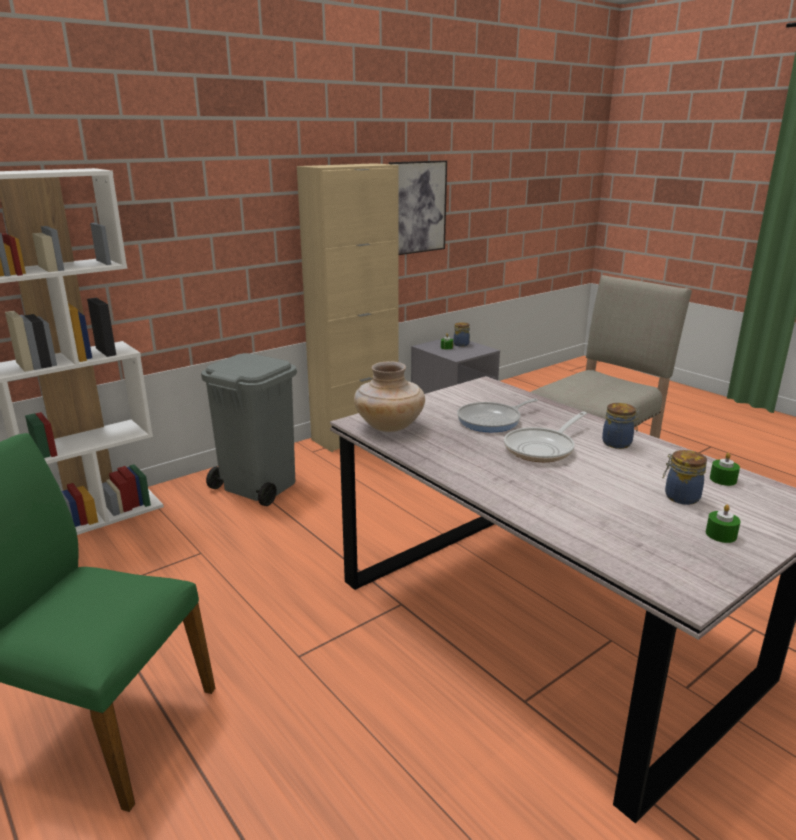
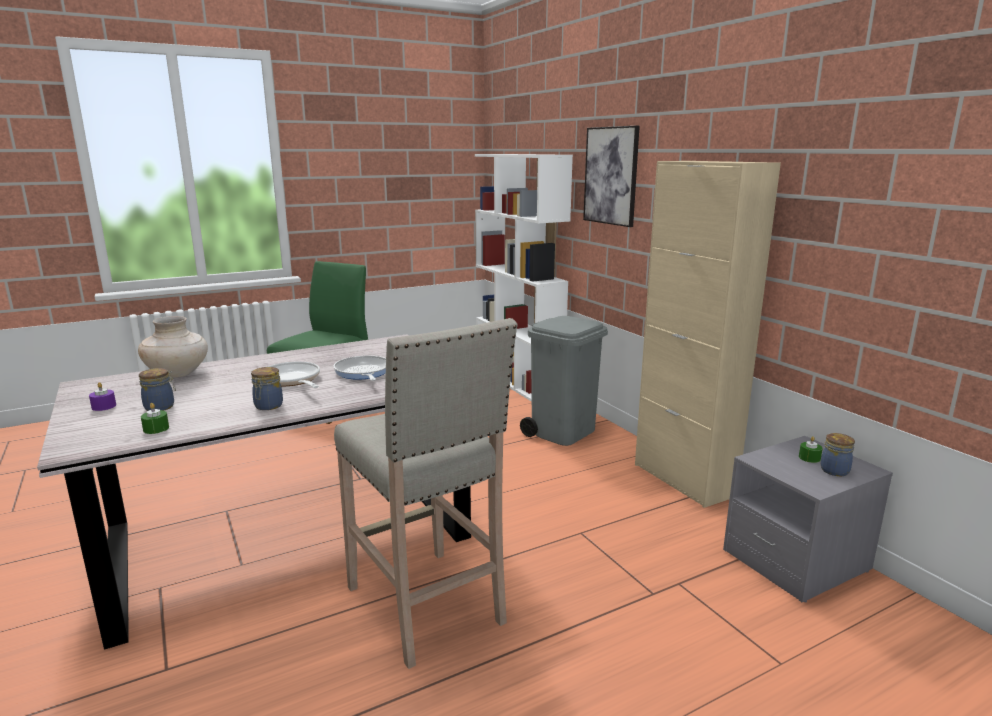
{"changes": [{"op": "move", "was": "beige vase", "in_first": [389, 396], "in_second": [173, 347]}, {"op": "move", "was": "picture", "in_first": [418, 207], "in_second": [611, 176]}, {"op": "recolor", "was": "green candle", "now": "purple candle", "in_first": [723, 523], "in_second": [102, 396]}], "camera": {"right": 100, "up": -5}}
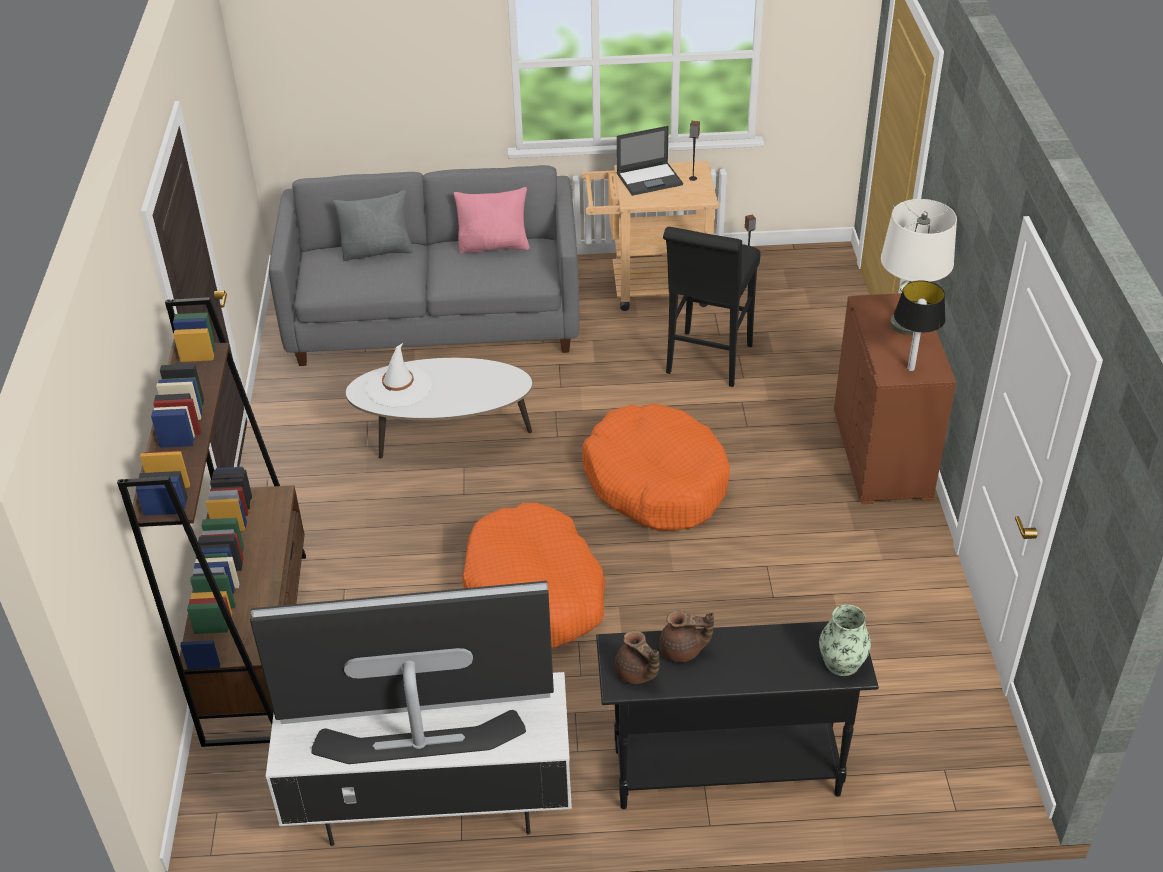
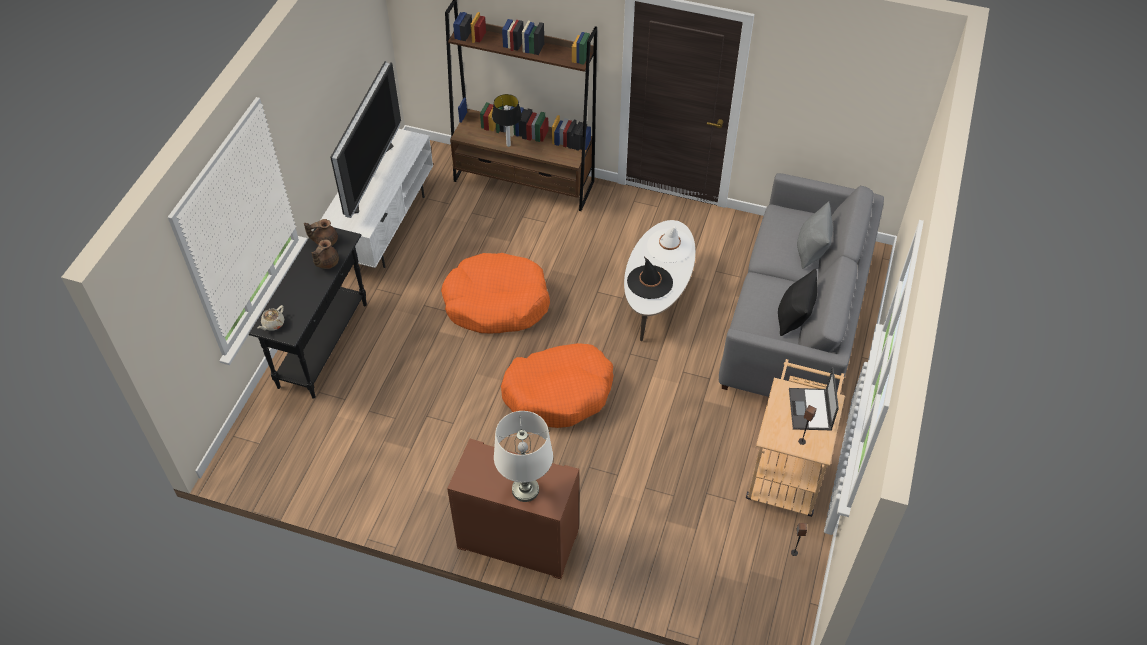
{"changes": [{"op": "delete", "was": "black stool", "in_first": [711, 307]}, {"op": "insert", "now": "black hat", "in_second": [650, 278]}, {"op": "move", "was": "table lamp", "in_first": [920, 325], "in_second": [507, 120]}, {"op": "replace", "was": "vase", "now": "beige teapot", "in_first": [845, 640], "in_second": [271, 318]}, {"op": "recolor", "was": "pink pillow", "now": "black pillow", "in_first": [491, 220], "in_second": [797, 302]}], "camera": {"right": 110, "up": 10}}
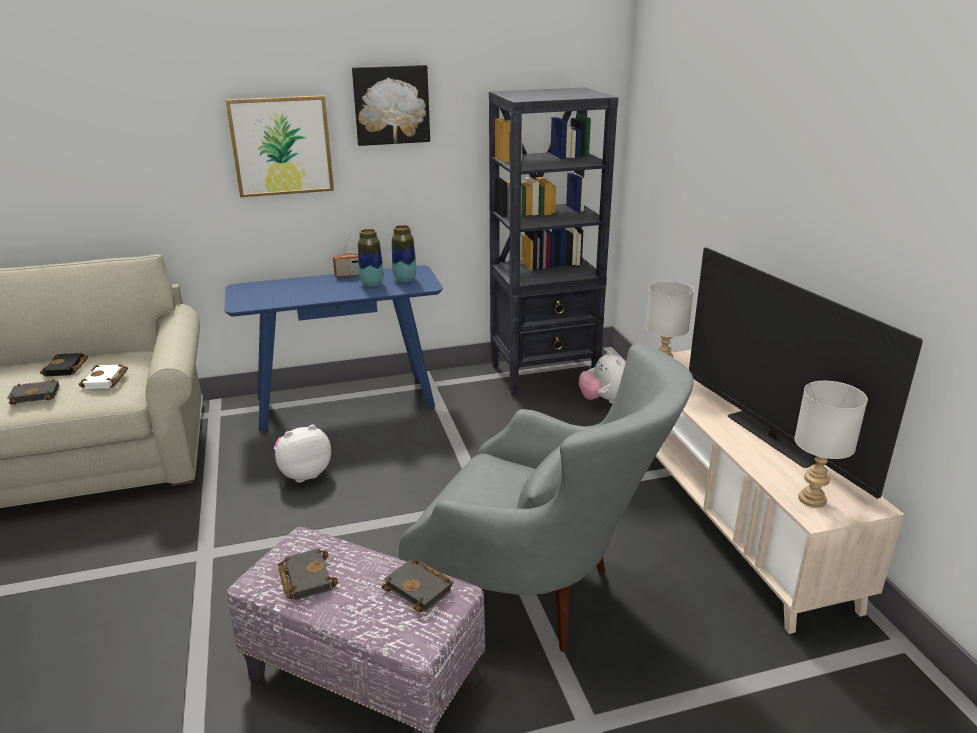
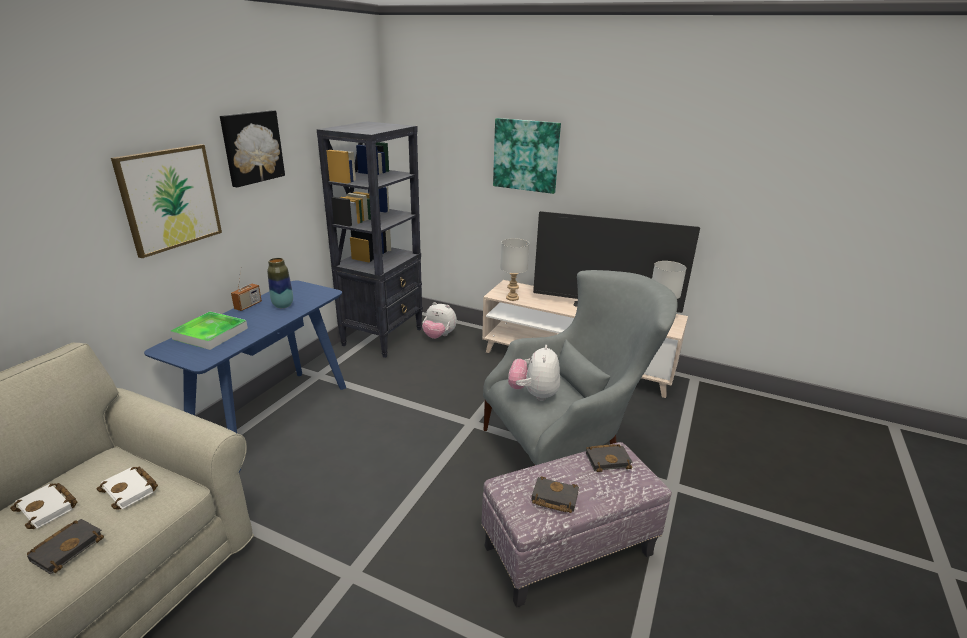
{"changes": [{"op": "delete", "was": "vase", "in_first": [404, 253]}, {"op": "insert", "now": "tray", "in_second": [209, 330]}, {"op": "insert", "now": "picture", "in_second": [527, 156]}, {"op": "move", "was": "plush toy", "in_first": [302, 454], "in_second": [534, 373]}, {"op": "recolor", "was": "black book", "now": "white book", "in_first": [64, 364], "in_second": [44, 506]}], "camera": {"right": -50, "up": 0}}
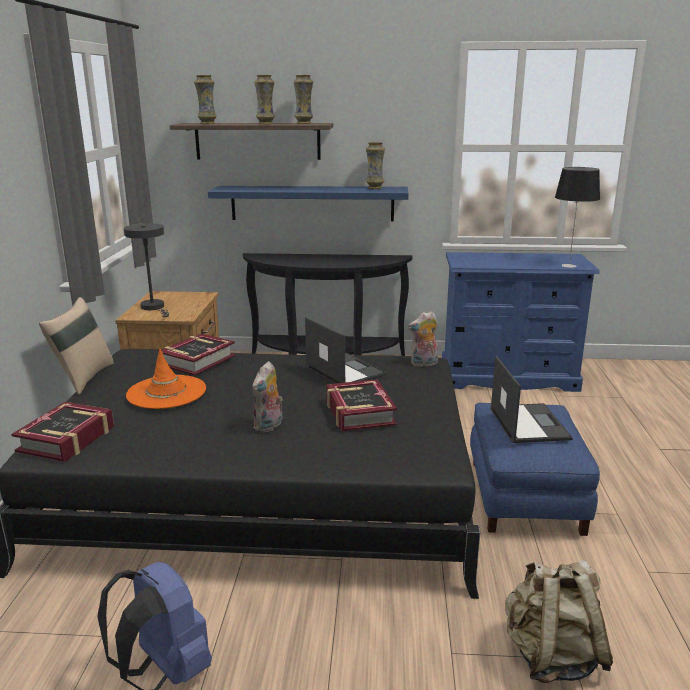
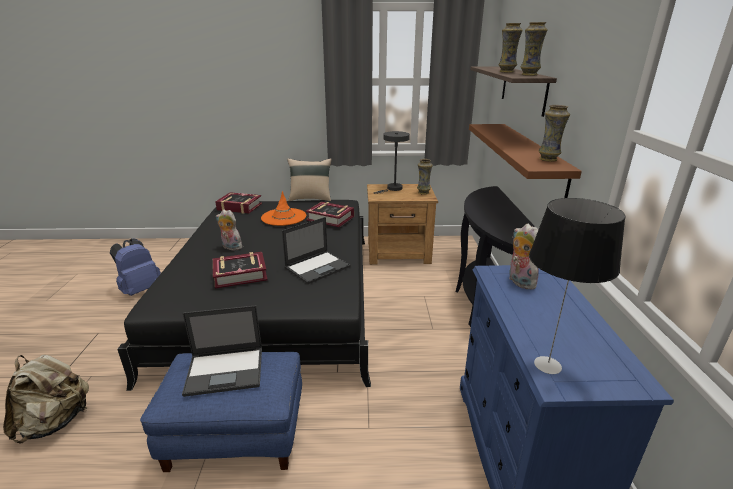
{"changes": [{"op": "move", "was": "vase", "in_first": [205, 99], "in_second": [425, 177]}, {"op": "move", "was": "plush toy", "in_first": [423, 339], "in_second": [524, 257]}, {"op": "recolor", "was": "blue shelf", "now": "brown shelf", "in_first": [308, 203], "in_second": [525, 161]}], "camera": {"right": 85, "up": 5}}
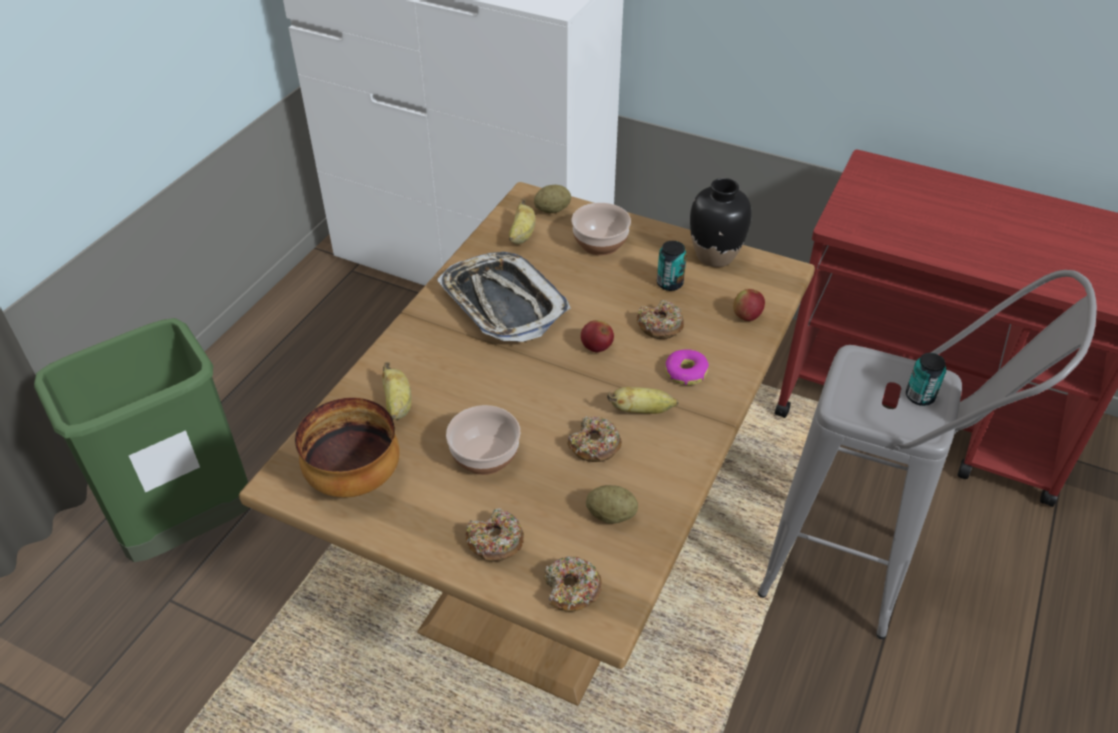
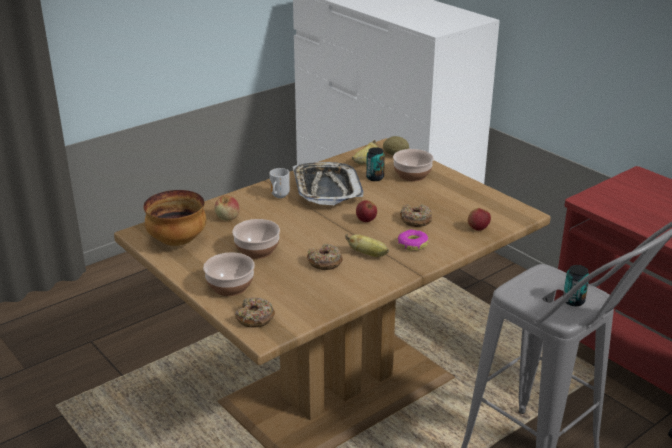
{"changes": [{"op": "delete", "was": "green trash can", "in_first": [141, 440]}, {"op": "delete", "was": "potato", "in_first": [612, 504]}, {"op": "delete", "was": "black vase", "in_first": [721, 222]}, {"op": "insert", "now": "mug", "in_second": [279, 183]}, {"op": "move", "was": "can", "in_first": [672, 266], "in_second": [375, 164]}, {"op": "replace", "was": "banana", "now": "apple", "in_first": [397, 391], "in_second": [227, 207]}, {"op": "replace", "was": "donut", "now": "bowl", "in_first": [495, 534], "in_second": [229, 274]}], "camera": {"right": 25, "up": -15}}
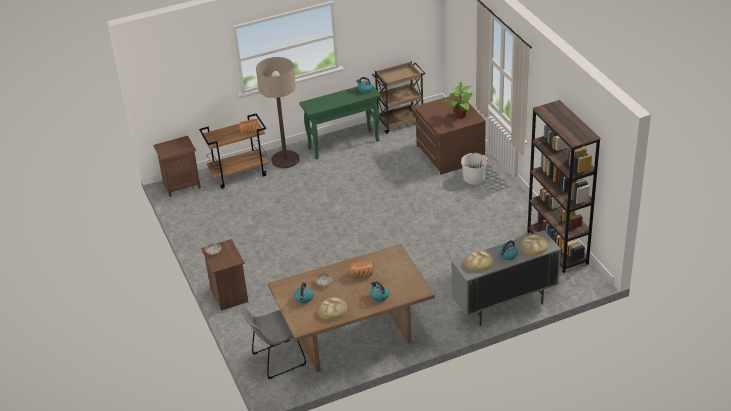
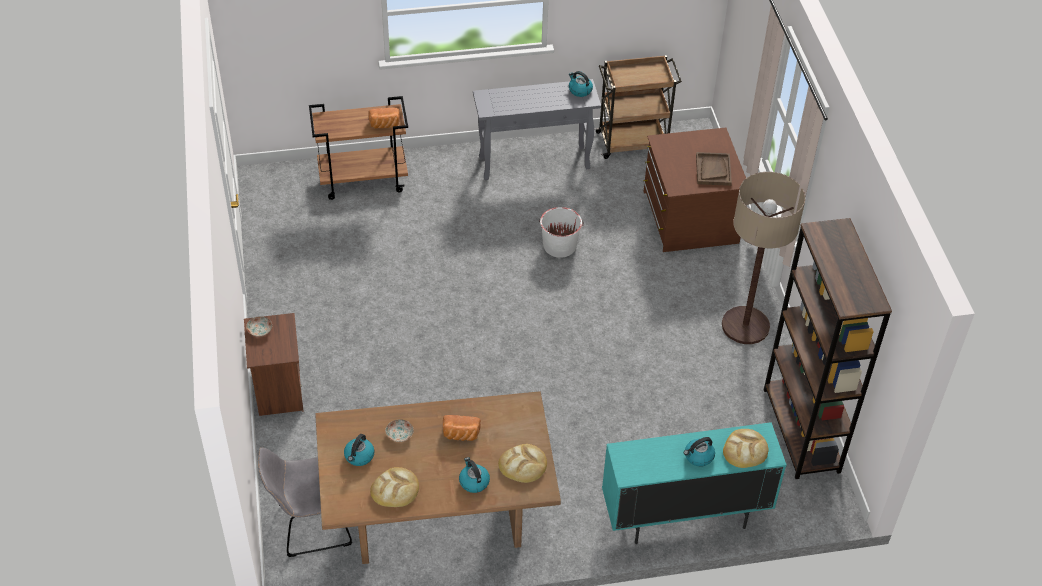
{"changes": [{"op": "delete", "was": "brown nightstand", "in_first": [177, 166]}, {"op": "move", "was": "floor lamp", "in_first": [278, 112], "in_second": [764, 258]}, {"op": "move", "was": "white bucket", "in_first": [474, 169], "in_second": [561, 232]}, {"op": "move", "was": "bread", "in_first": [479, 261], "in_second": [522, 463]}, {"op": "replace", "was": "potted plant", "now": "brown tray", "in_first": [458, 100], "in_second": [714, 169]}, {"op": "recolor", "was": "green console table", "now": "grey console table", "in_first": [340, 122], "in_second": [537, 129]}, {"op": "recolor", "was": "grey cabinet", "now": "turquoise cabinet", "in_first": [506, 278], "in_second": [694, 483]}], "camera": {"right": 10, "up": 10}}
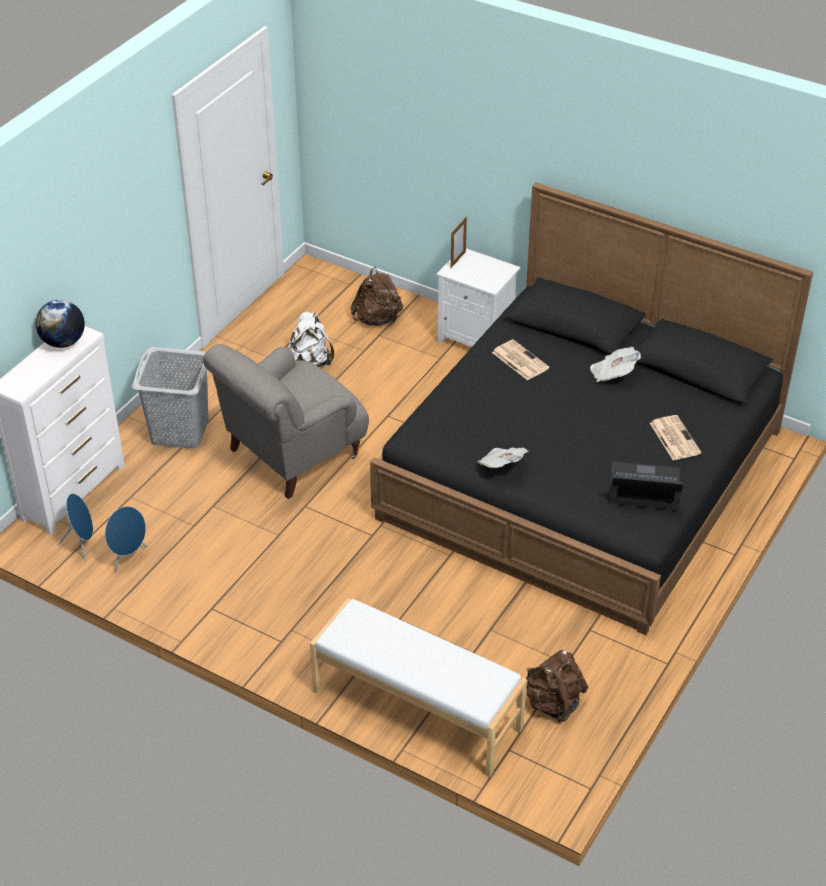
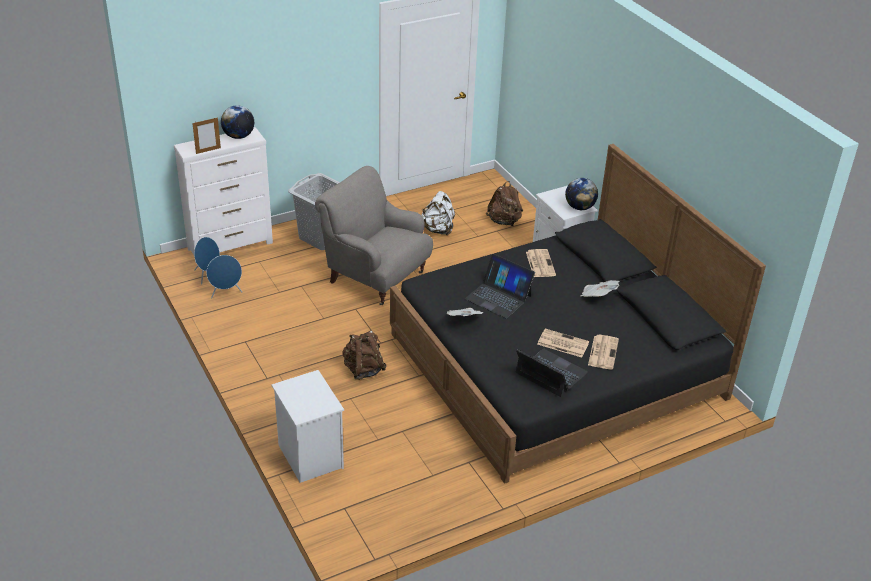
{"changes": [{"op": "insert", "now": "laptop", "in_second": [500, 286]}, {"op": "insert", "now": "newspaper", "in_second": [563, 343]}, {"op": "insert", "now": "globe", "in_second": [581, 194]}, {"op": "move", "was": "picture frame", "in_first": [459, 242], "in_second": [206, 135]}, {"op": "move", "was": "brown backpack", "in_first": [557, 686], "in_second": [364, 355]}, {"op": "replace", "was": "white bench", "now": "white nightstand", "in_first": [418, 687], "in_second": [308, 426]}, {"op": "rotate", "was": "grey armchair", "in_first": [286, 421], "in_second": [374, 235], "clockwise": 45}], "camera": {"right": 30, "up": -5}}
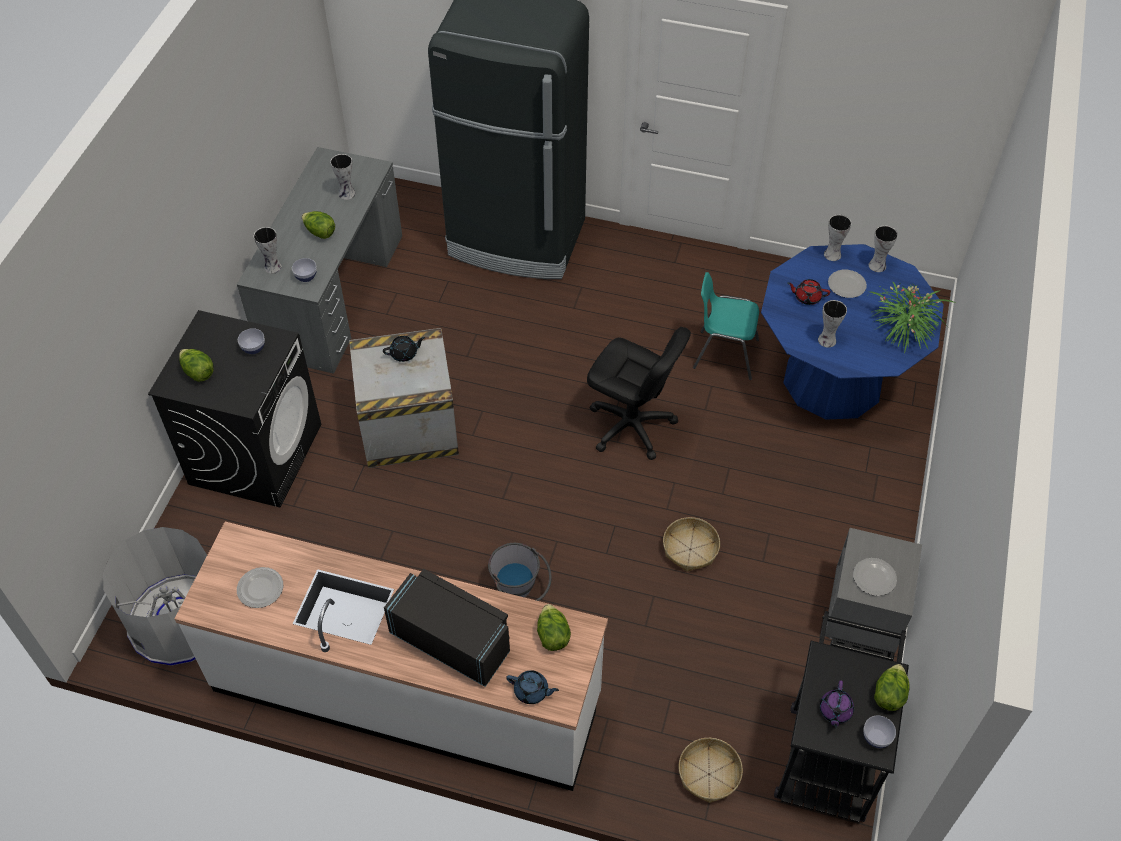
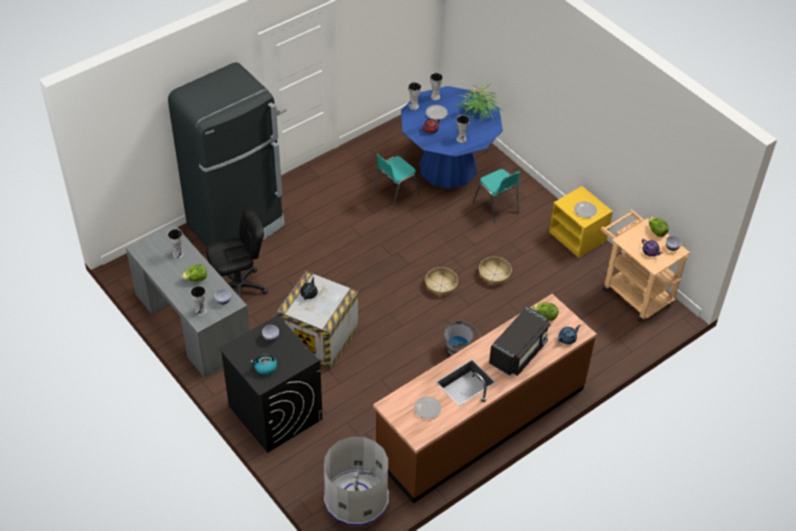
{"changes": [{"op": "insert", "now": "turquoise chair", "in_second": [496, 196]}, {"op": "move", "was": "black office chair", "in_first": [639, 393], "in_second": [237, 253]}, {"op": "move", "was": "basket", "in_first": [710, 770], "in_second": [441, 282]}, {"op": "replace", "was": "lettuce", "now": "kettle", "in_first": [196, 365], "in_second": [263, 364]}, {"op": "recolor", "was": "white counter", "now": "brown counter", "in_first": [391, 656], "in_second": [485, 398]}, {"op": "recolor", "was": "black cart", "now": "beige cart", "in_first": [841, 717], "in_second": [645, 266]}, {"op": "recolor", "was": "grey nightstand", "now": "yellow nightstand", "in_first": [873, 590], "in_second": [581, 222]}, {"op": "rotate", "was": "black microwave", "in_first": [447, 628], "in_second": [520, 341], "clockwise": 150}], "camera": {"right": -55, "up": -5}}
